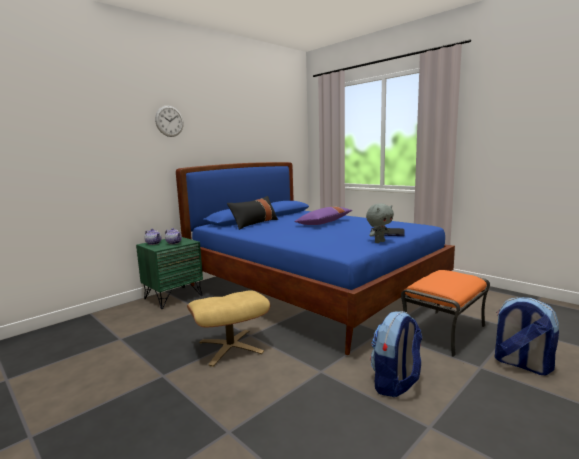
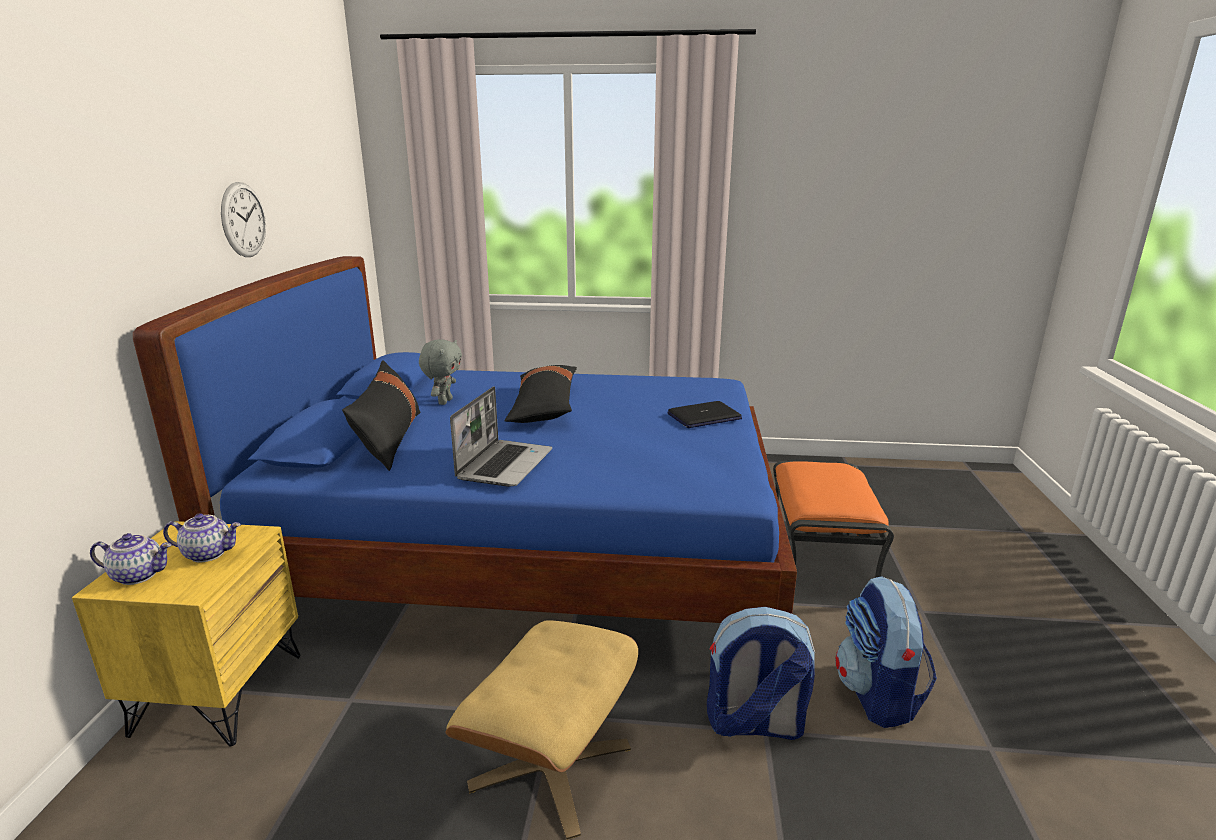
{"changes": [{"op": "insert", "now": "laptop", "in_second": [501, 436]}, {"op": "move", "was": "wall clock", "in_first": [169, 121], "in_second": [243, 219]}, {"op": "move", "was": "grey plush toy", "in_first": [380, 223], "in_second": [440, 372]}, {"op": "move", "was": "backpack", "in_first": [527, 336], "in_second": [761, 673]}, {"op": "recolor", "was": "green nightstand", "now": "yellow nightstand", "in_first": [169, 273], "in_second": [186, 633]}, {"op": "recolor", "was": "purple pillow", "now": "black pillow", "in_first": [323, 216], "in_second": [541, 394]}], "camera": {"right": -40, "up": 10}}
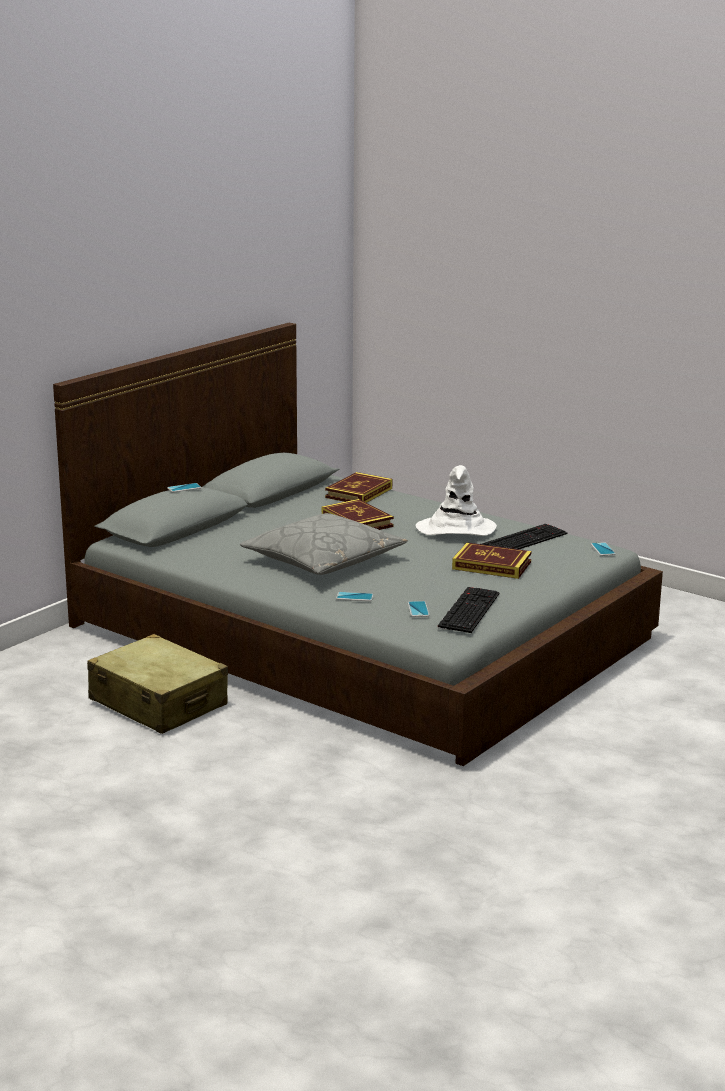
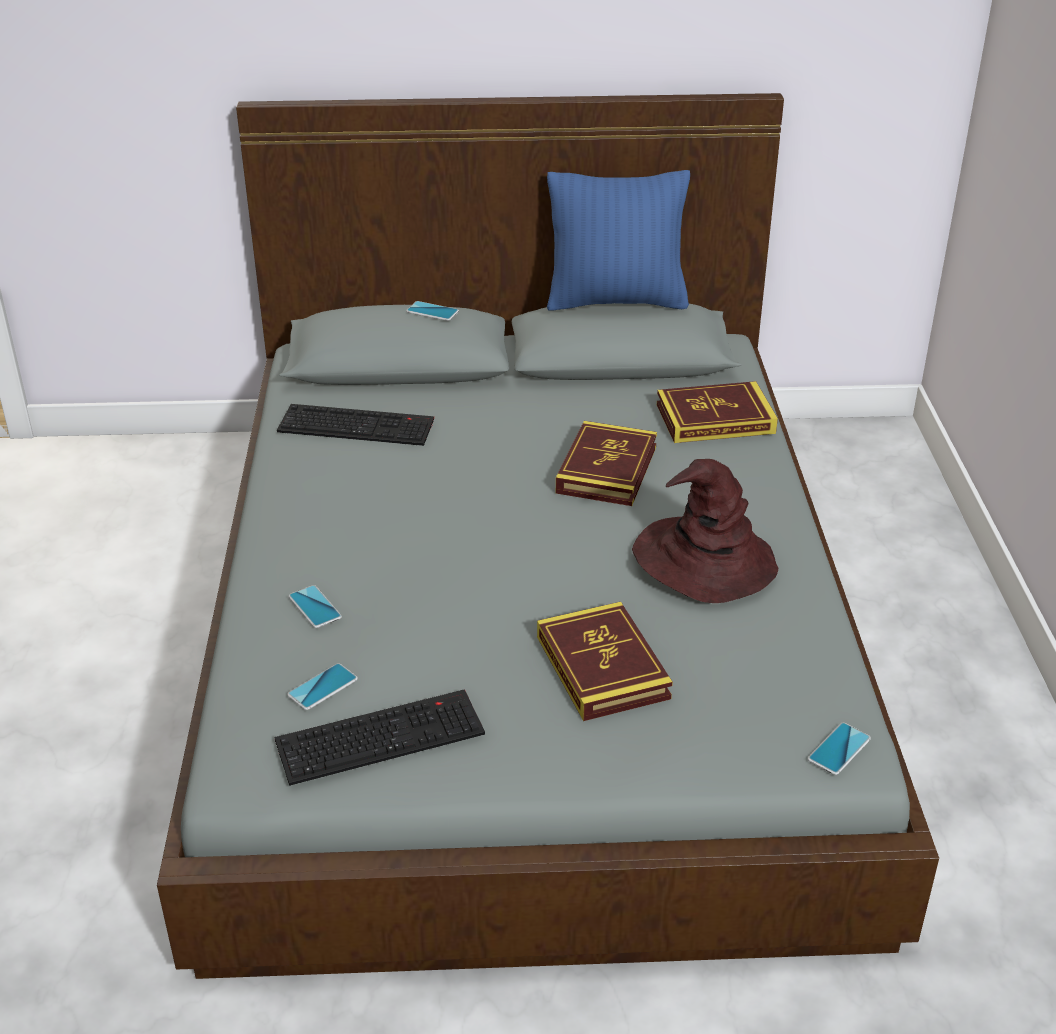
{"changes": [{"op": "delete", "was": "beige suitcase", "in_first": [157, 684]}, {"op": "delete", "was": "grey pillow", "in_first": [324, 544]}, {"op": "insert", "now": "blue pillow", "in_second": [618, 240]}, {"op": "move", "was": "keyboard", "in_first": [524, 536], "in_second": [355, 425]}, {"op": "recolor", "was": "white hat", "now": "brown hat", "in_first": [456, 500], "in_second": [705, 531]}], "camera": {"right": 50, "up": 15}}
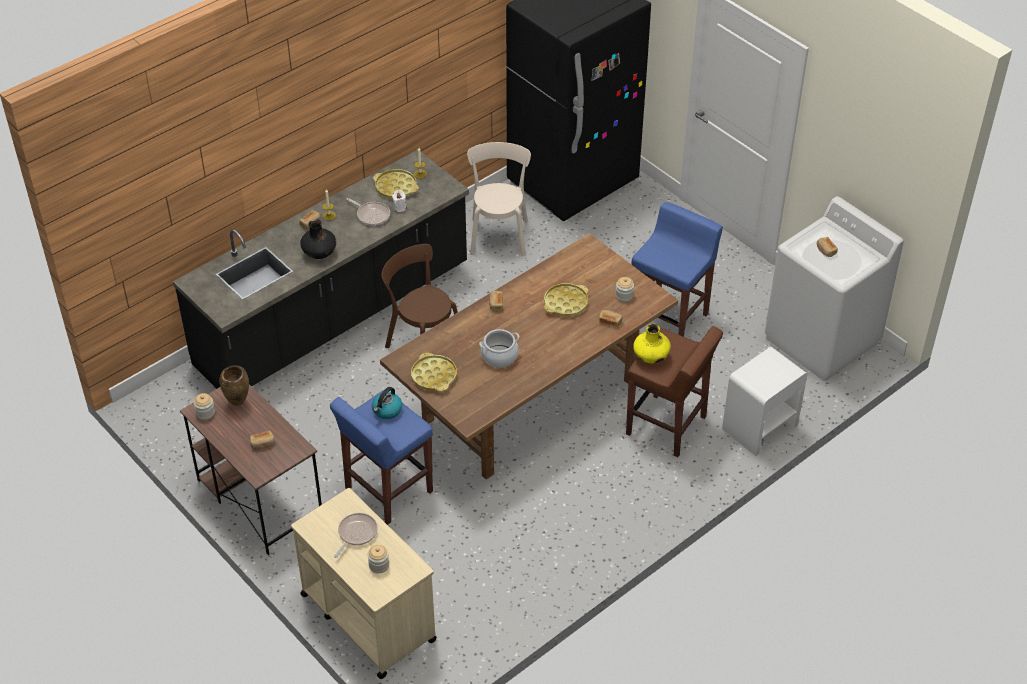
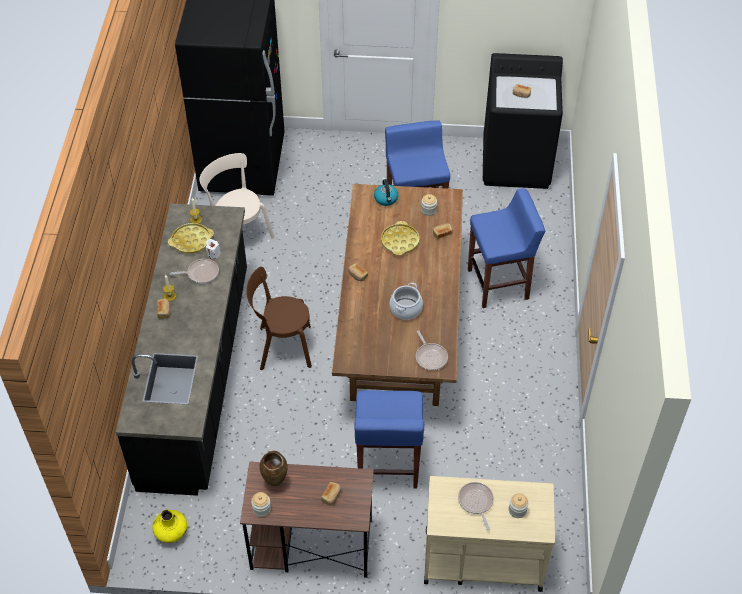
{"changes": [{"op": "delete", "was": "black vase", "in_first": [318, 239]}, {"op": "delete", "was": "yellow tray", "in_first": [434, 372]}, {"op": "delete", "was": "white nightstand", "in_first": [765, 401]}, {"op": "insert", "now": "frying pan", "in_second": [432, 350]}, {"op": "move", "was": "kettle", "in_first": [387, 403], "in_second": [386, 192]}, {"op": "move", "was": "yellow vase", "in_first": [652, 343], "in_second": [169, 526]}, {"op": "recolor", "was": "brown stool", "now": "blue stool", "in_first": [674, 391], "in_second": [506, 248]}, {"op": "recolor", "was": "white washing machine", "now": "black washing machine", "in_first": [834, 288], "in_second": [523, 121]}], "camera": {"right": -45, "up": 5}}
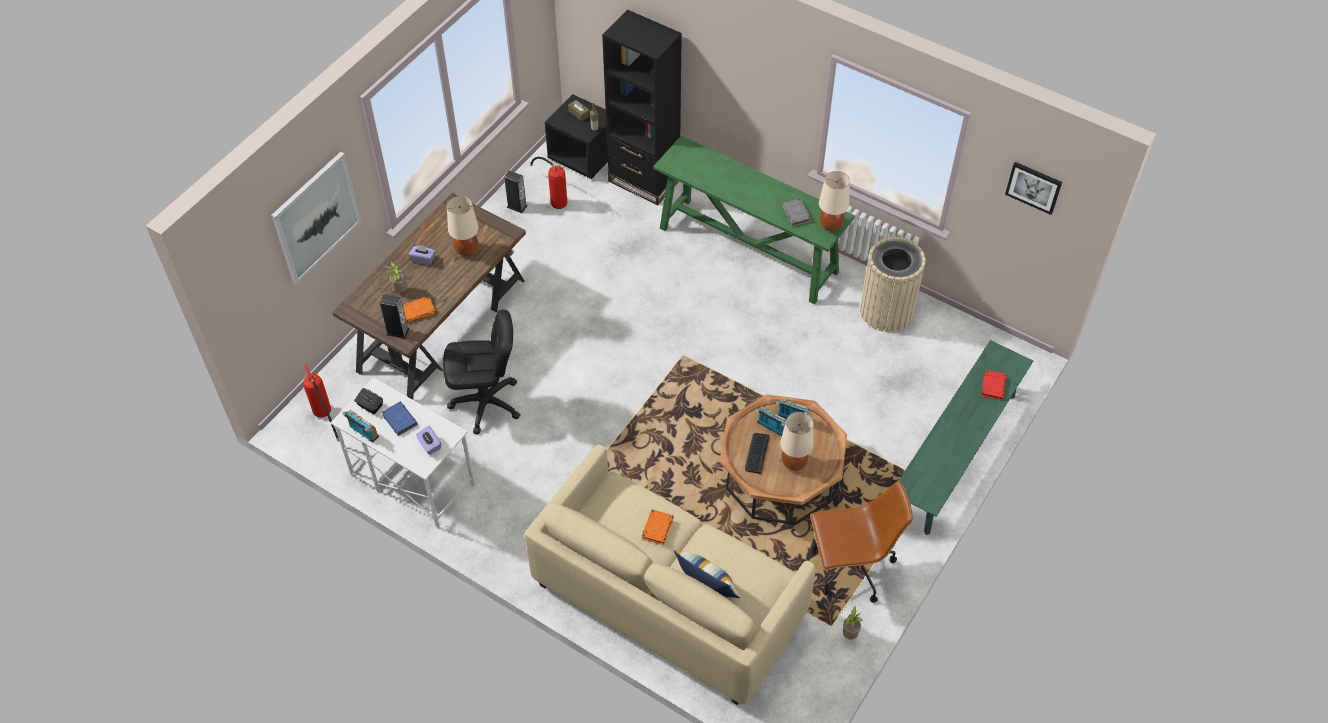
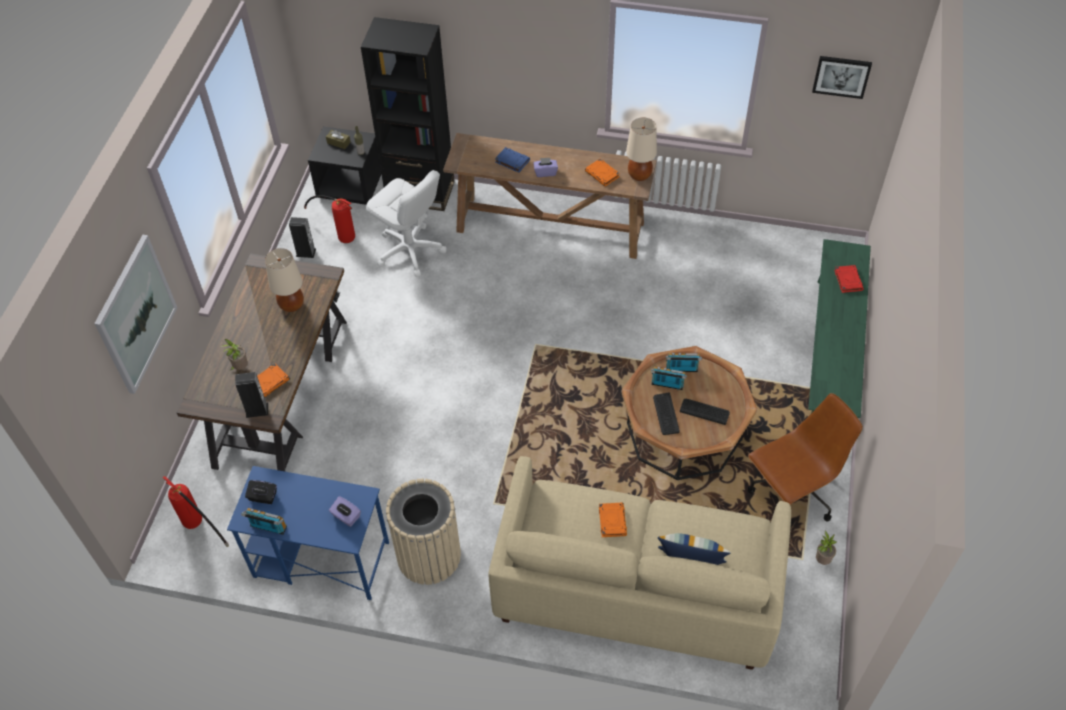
{"changes": [{"op": "delete", "was": "black office chair", "in_first": [481, 372]}, {"op": "insert", "now": "white office chair", "in_second": [406, 223]}, {"op": "move", "was": "blue book", "in_first": [399, 419], "in_second": [512, 160]}, {"op": "move", "was": "purple tissue box", "in_first": [422, 254], "in_second": [545, 167]}, {"op": "move", "was": "beige trash can", "in_first": [893, 284], "in_second": [423, 532]}, {"op": "replace", "was": "beige table lamp", "now": "keyboard", "in_first": [796, 441], "in_second": [705, 412]}, {"op": "recolor", "was": "white desk", "now": "blue desk", "in_first": [402, 452], "in_second": [308, 533]}, {"op": "recolor", "was": "green console table", "now": "brown console table", "in_first": [753, 220], "in_second": [549, 196]}, {"op": "recolor", "was": "grey book", "now": "orange book", "in_first": [796, 212], "in_second": [602, 172]}], "camera": {"right": -20, "up": 0}}
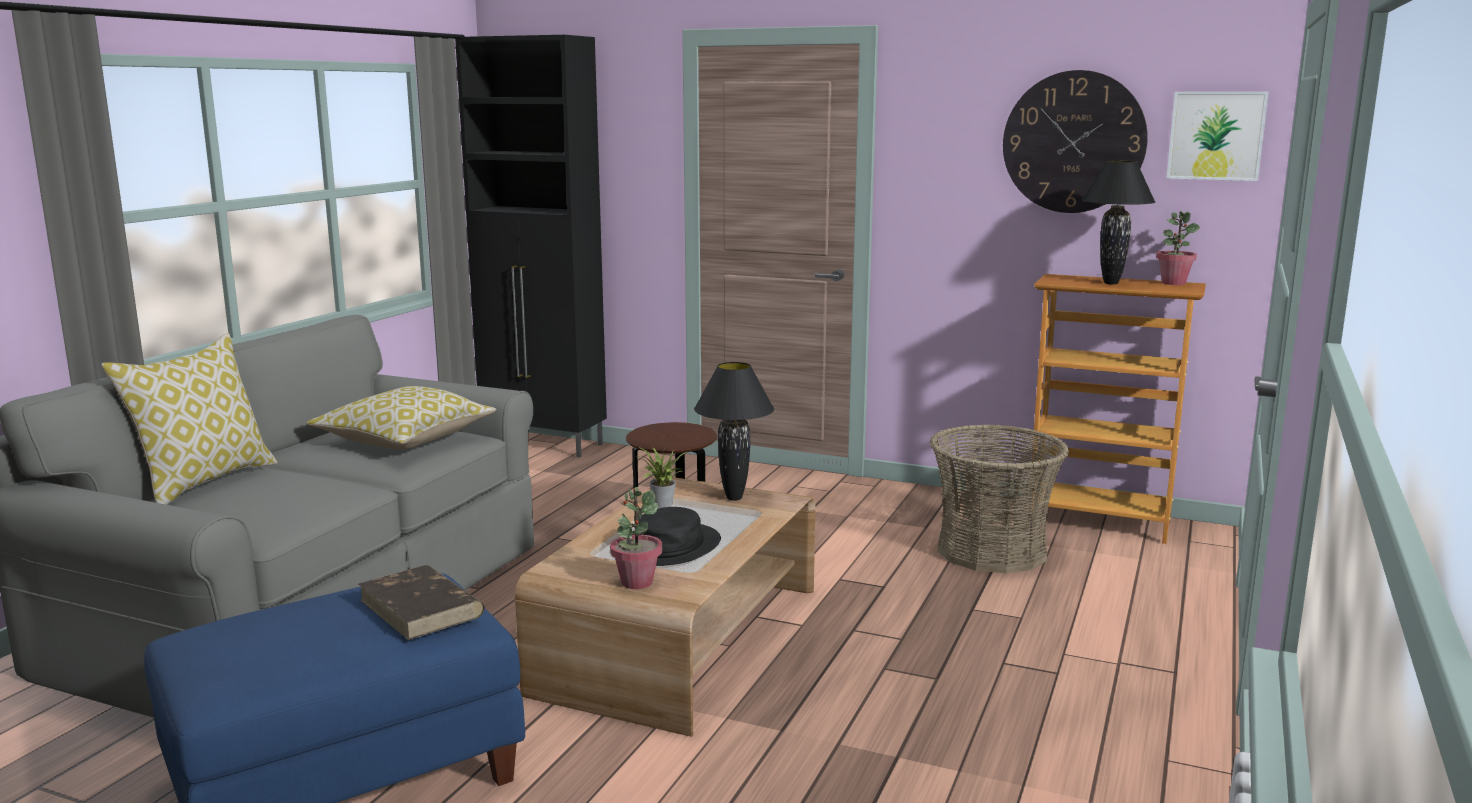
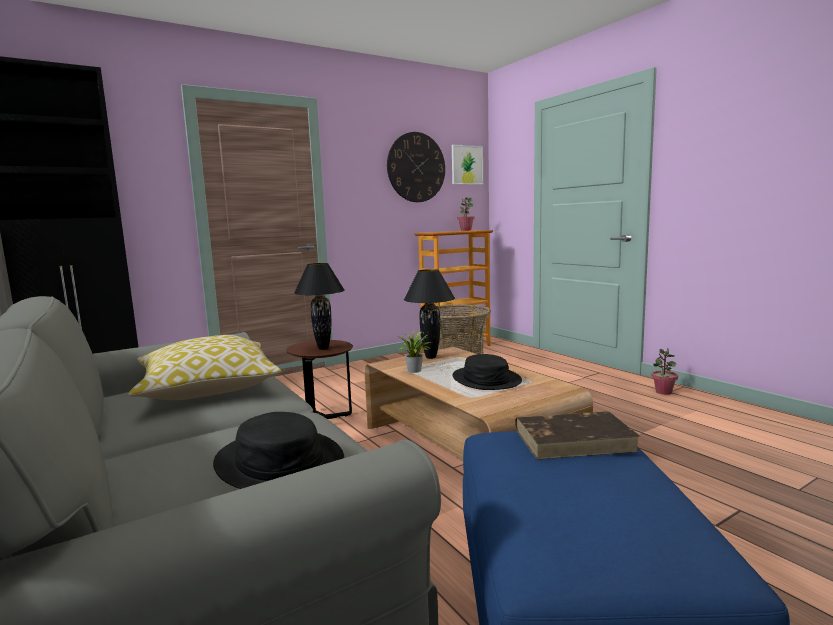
{"changes": [{"op": "delete", "was": "pillow", "in_first": [189, 419]}, {"op": "insert", "now": "black hat", "in_second": [278, 450]}, {"op": "move", "was": "potted plant", "in_first": [636, 538], "in_second": [665, 371]}, {"op": "move", "was": "black table lamp", "in_first": [1118, 222], "in_second": [319, 306]}], "camera": {"right": -55, "up": -5}}
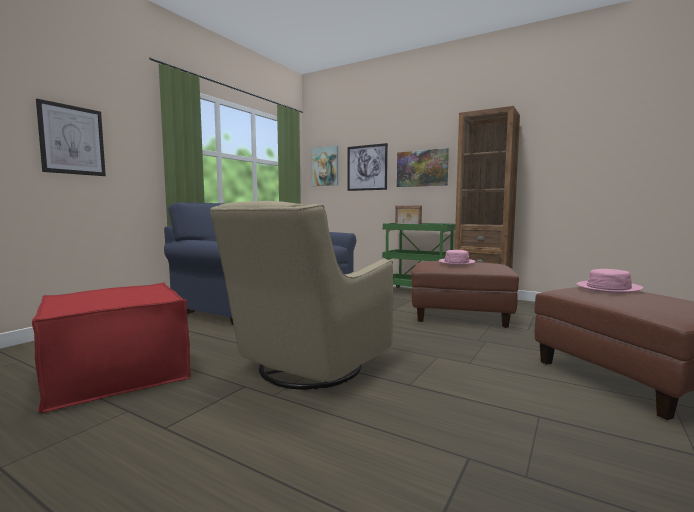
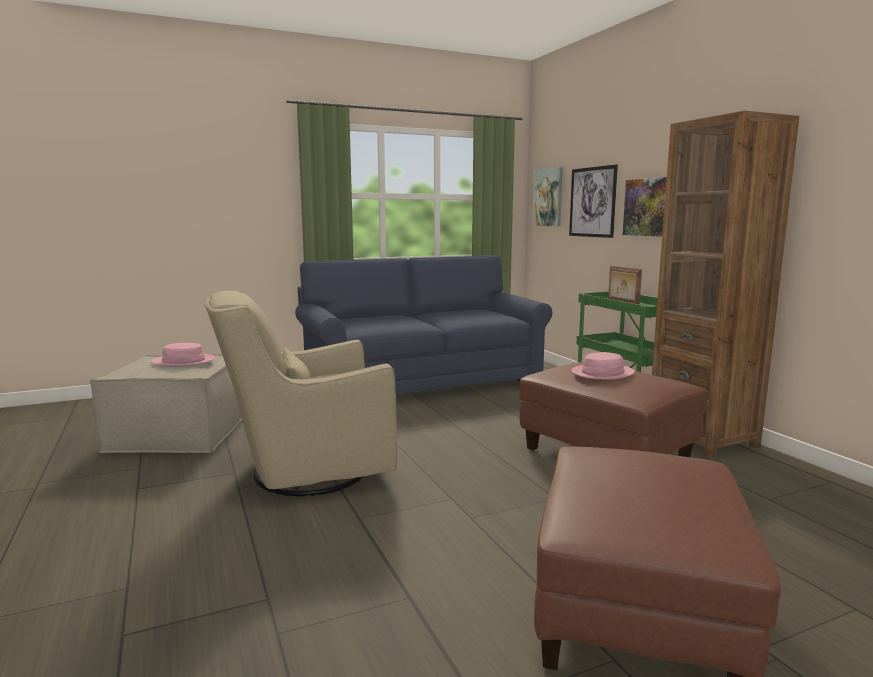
{"changes": [{"op": "delete", "was": "picture", "in_first": [71, 137]}, {"op": "move", "was": "pink hat", "in_first": [610, 281], "in_second": [183, 354]}, {"op": "recolor", "was": "red ottoman", "now": "beige ottoman", "in_first": [111, 347], "in_second": [166, 403]}], "camera": {"right": 35, "up": 5}}
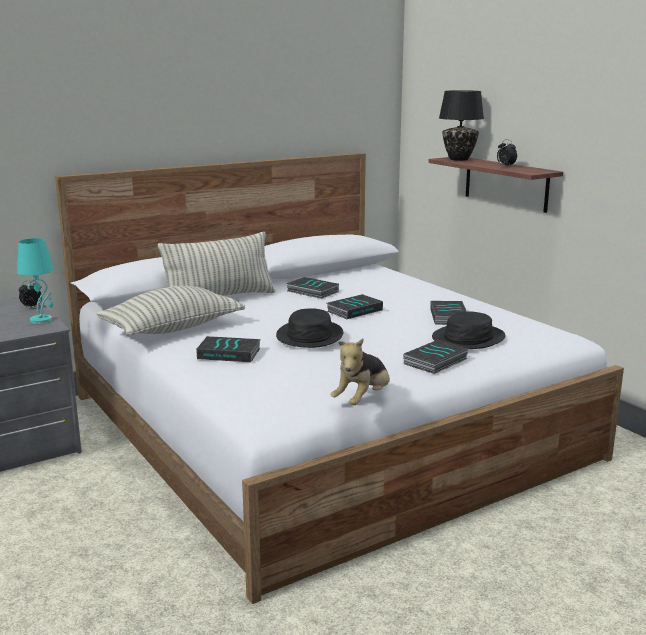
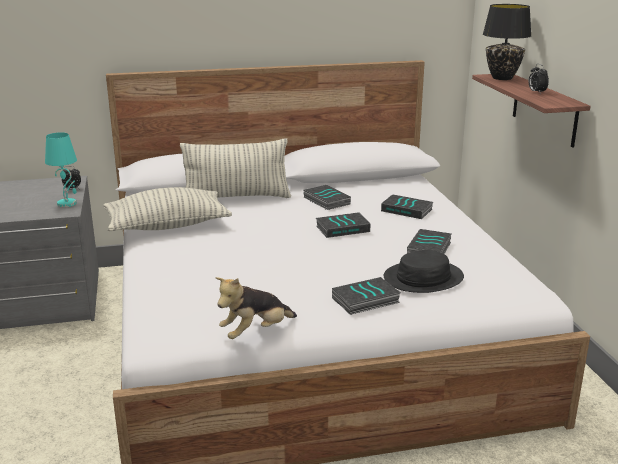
{"changes": [{"op": "delete", "was": "black hat", "in_first": [309, 328]}, {"op": "move", "was": "book", "in_first": [228, 349], "in_second": [407, 206]}], "camera": {"right": 20, "up": 5}}
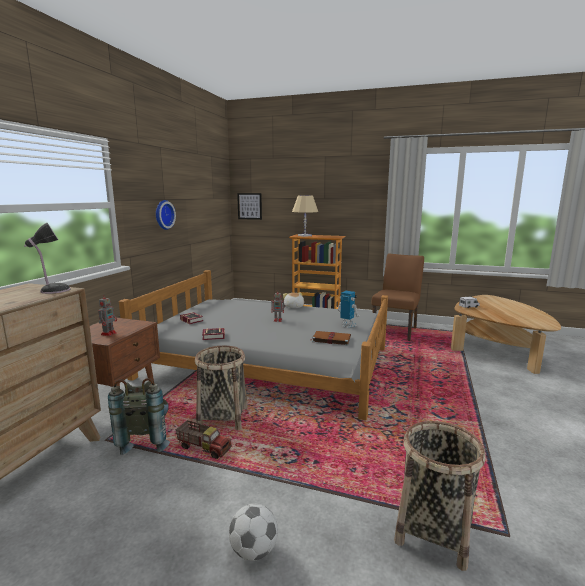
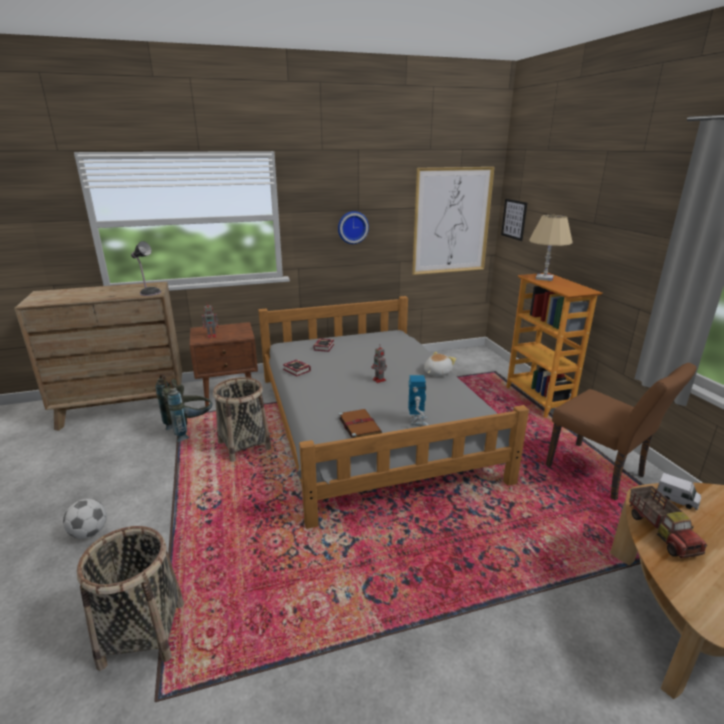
{"changes": [{"op": "insert", "now": "picture", "in_second": [453, 221]}, {"op": "move", "was": "toy truck", "in_first": [204, 439], "in_second": [668, 522]}, {"op": "rotate", "was": "brown chair", "in_first": [397, 297], "in_second": [621, 432], "clockwise": 60}], "camera": {"right": 55, "up": 10}}
